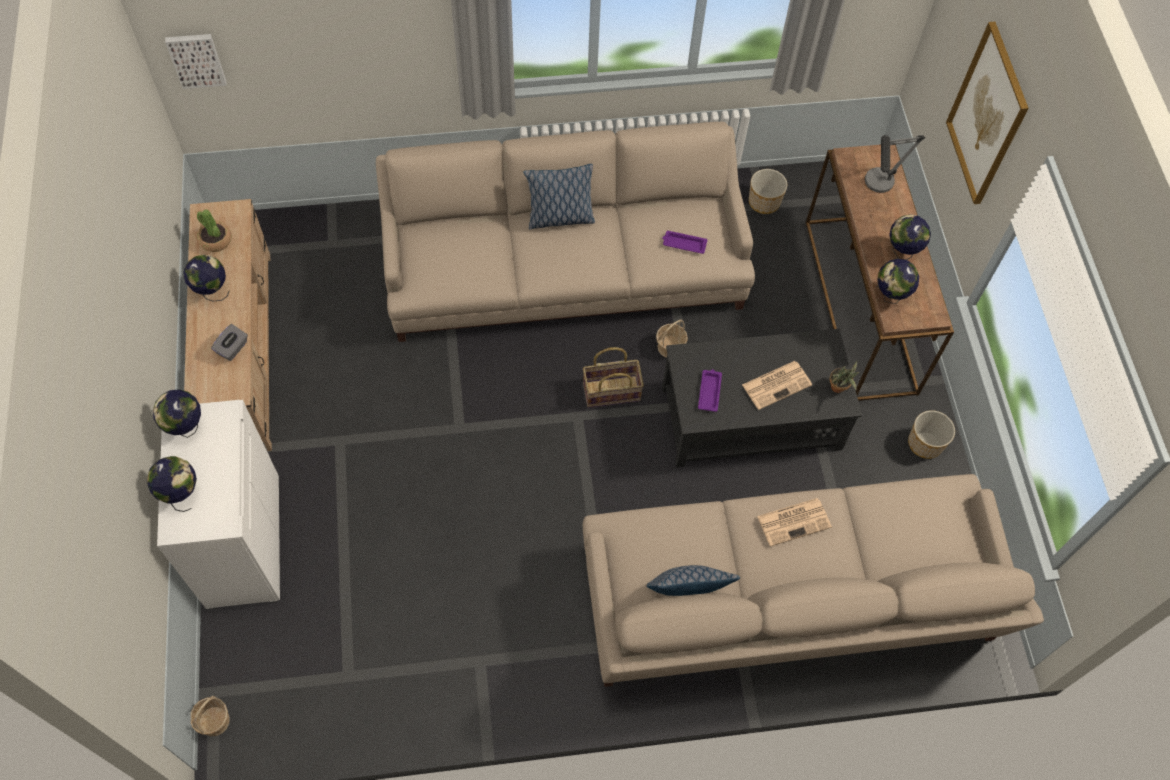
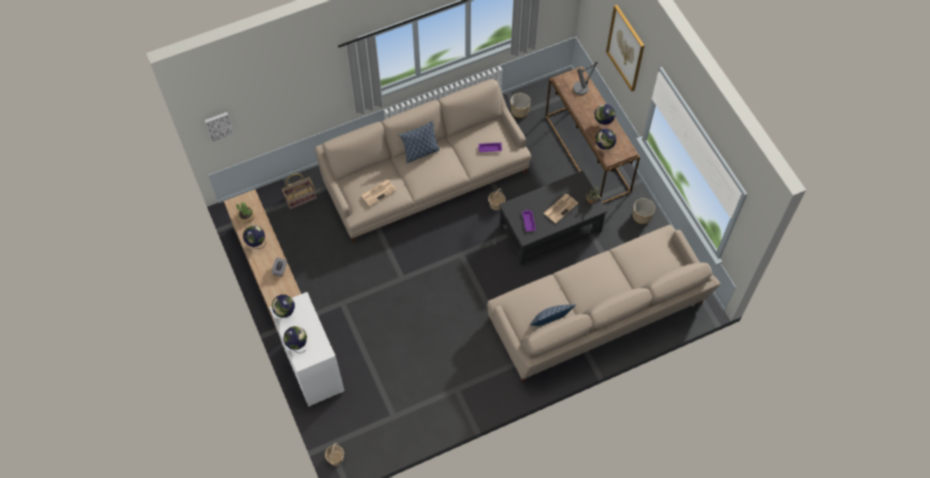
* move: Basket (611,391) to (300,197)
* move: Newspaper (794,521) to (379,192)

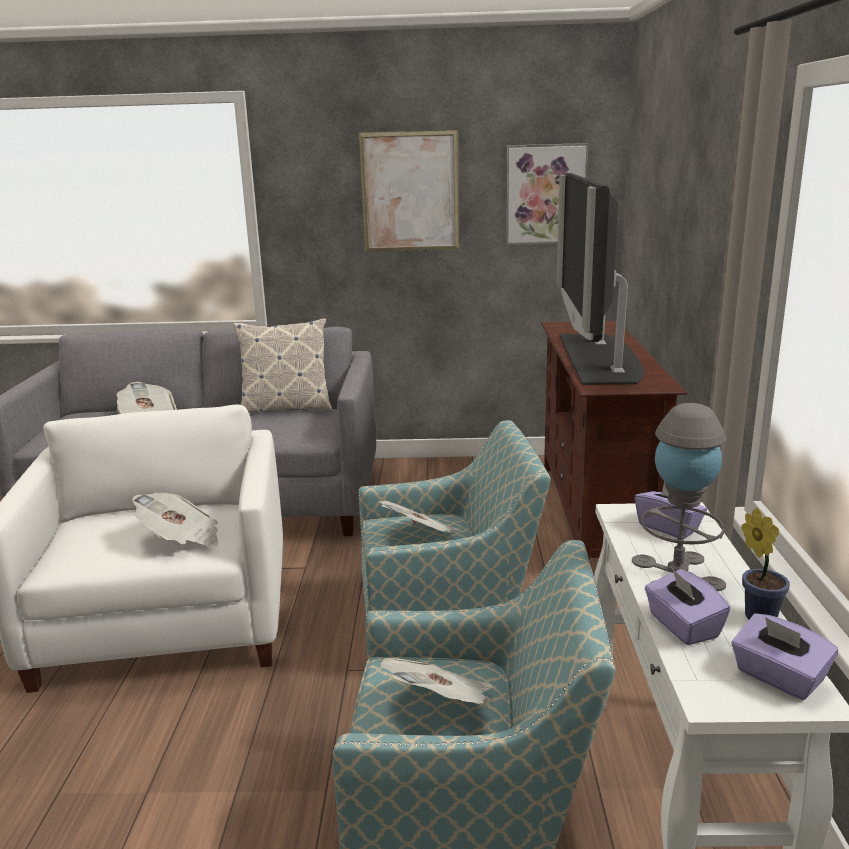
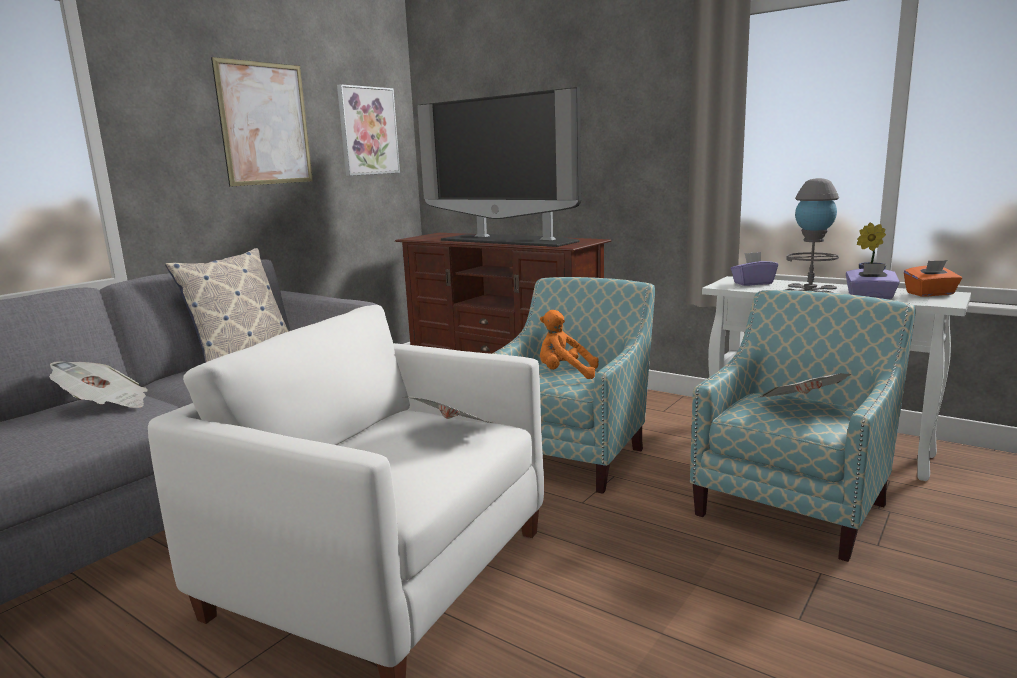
* replace: Newspaper (420,536) to OrangePlushToy (565,374)
* recolor: PurpleTissueBox (778,677) to OrangeTissueBox (930,294)

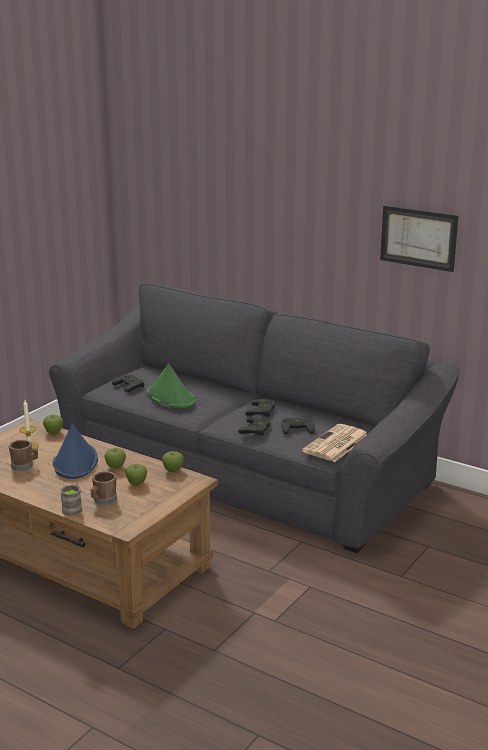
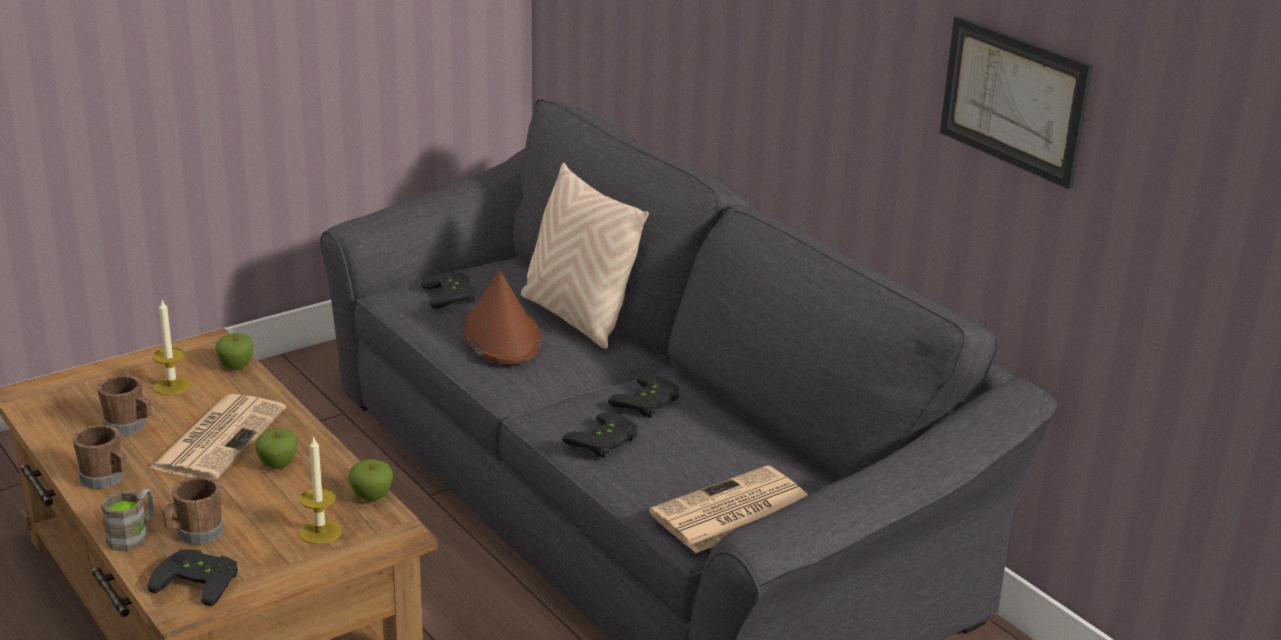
* delete: Apple (136,483)
* insert: BrownMug (106,479)
* insert: Candle (320,532)
* insert: BeigePillow (577,318)
* move: BlackGameController (297,427) to (200,580)
* replace: BlueHat (75,462) to Newspaper (219,437)
* recolor: GreenHat (170,397) to BrownHat (501,336)

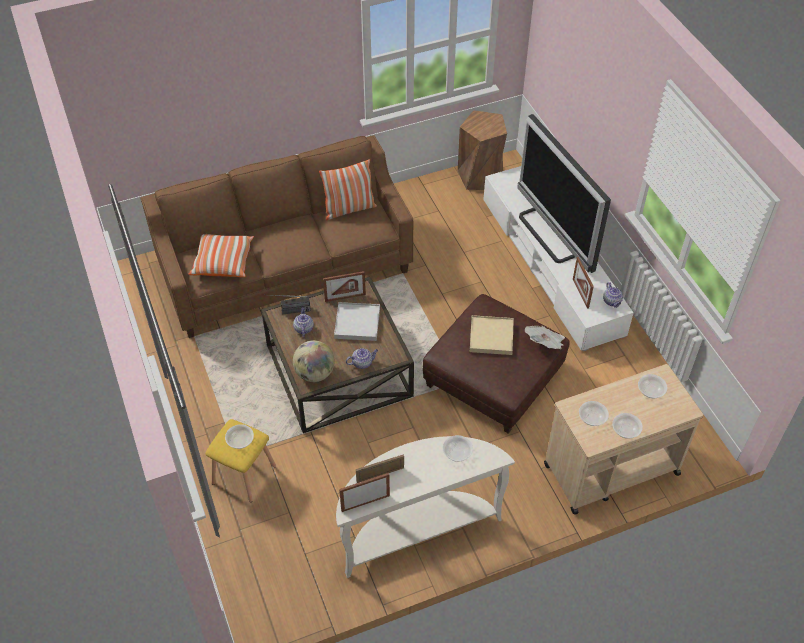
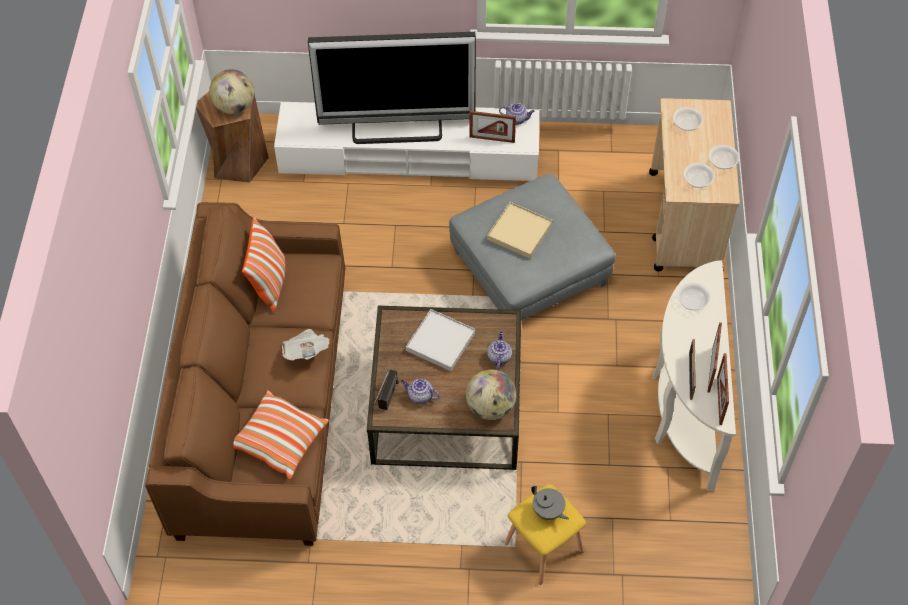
* insert: Globe (234,106)
* move: PictureFrame (345,297) to (711,369)
* move: Newspaper (545,343) to (306,352)
* replace: Bowl (240,441) to GreyTeapot (548,511)
* recolor: BrownOttoman (493,377) to GreyOttoman (529,268)

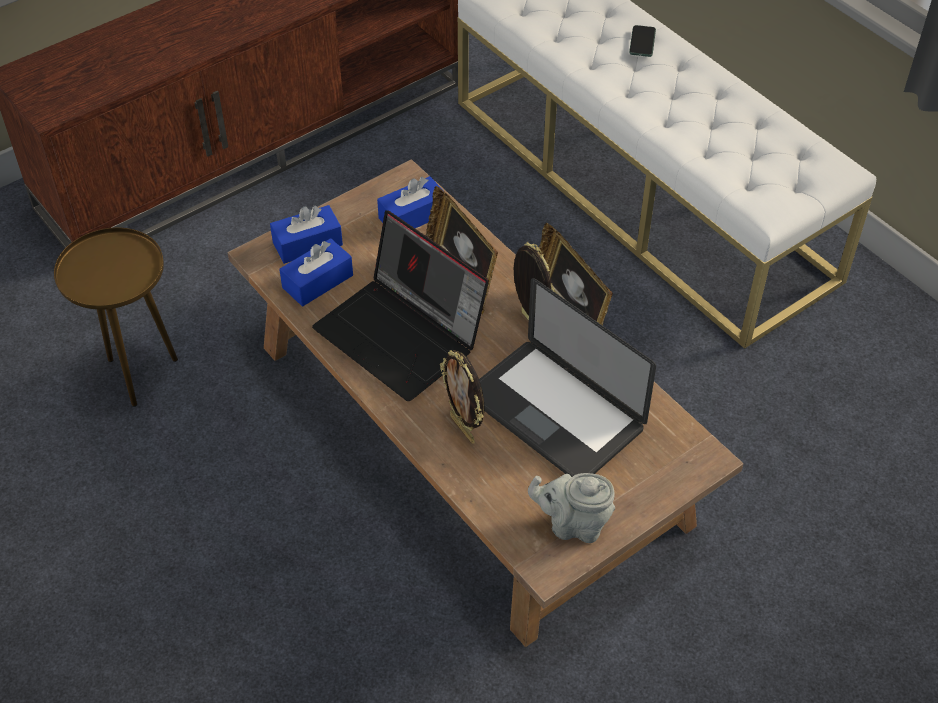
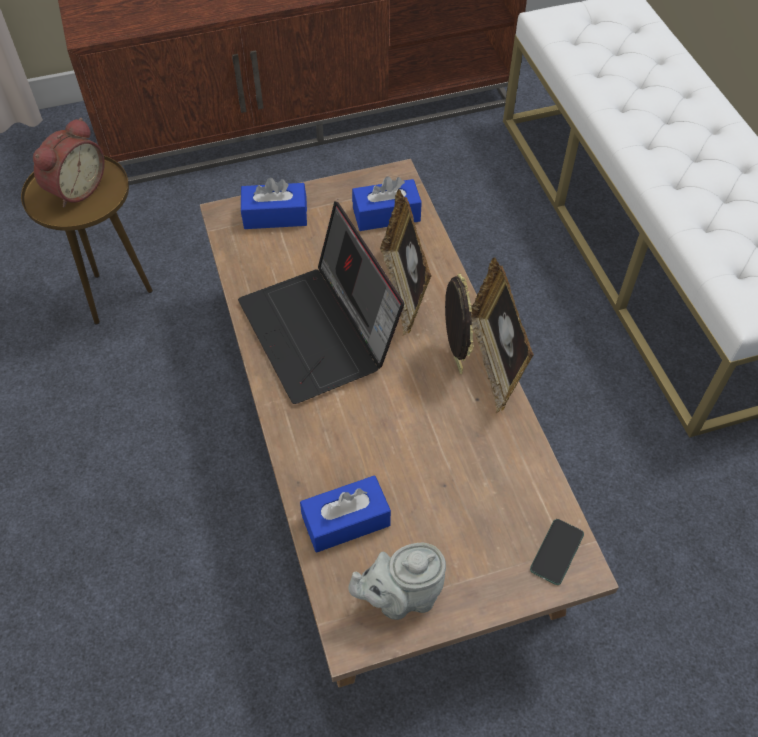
* delete: PictureFrame (463,428)
* delete: Laptop (554,413)
* insert: AlarmClock (75,188)
* move: BlueTissueBox (317,281) to (346,521)
* move: Phone (642,42) to (556,552)
* rotate: GreyTeapot (573,524) = (401,597) 45 degrees counterclockwise

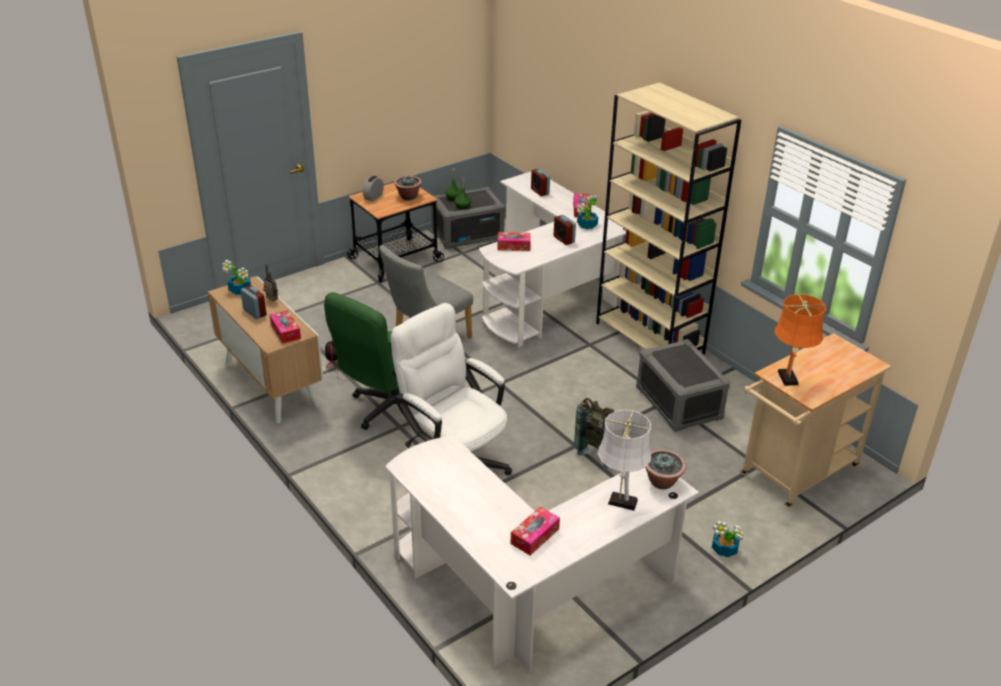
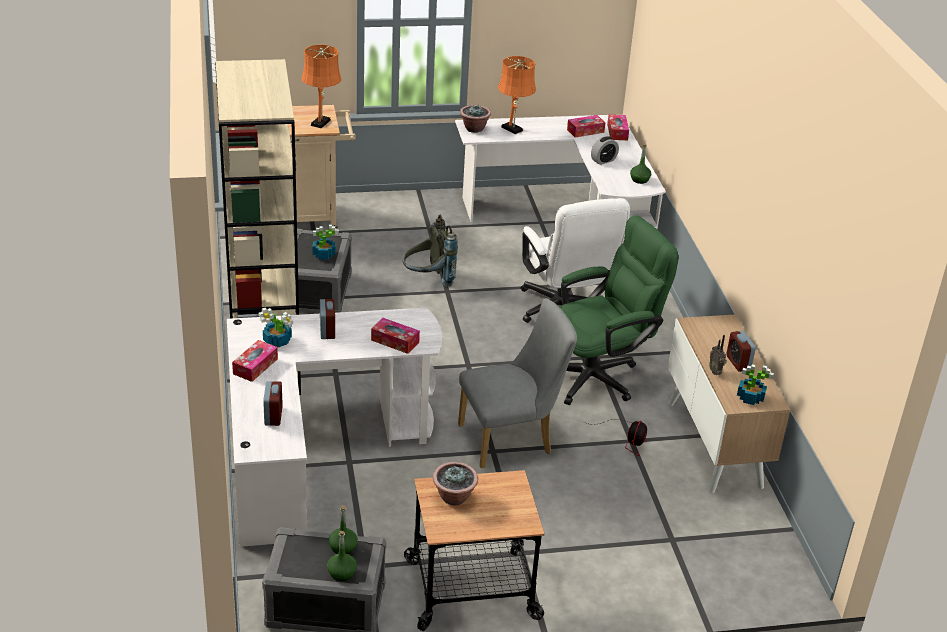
* insert: GreenBottle (639,180)
* move: TissueBox (285,331) to (617,132)
* move: AlarmClock (373,197) to (603,160)
* move: PottedPlant (725,549) to (323,254)
* recolor: WhiteTableLamp (619,501) to OrangeTableLamp (513,129)

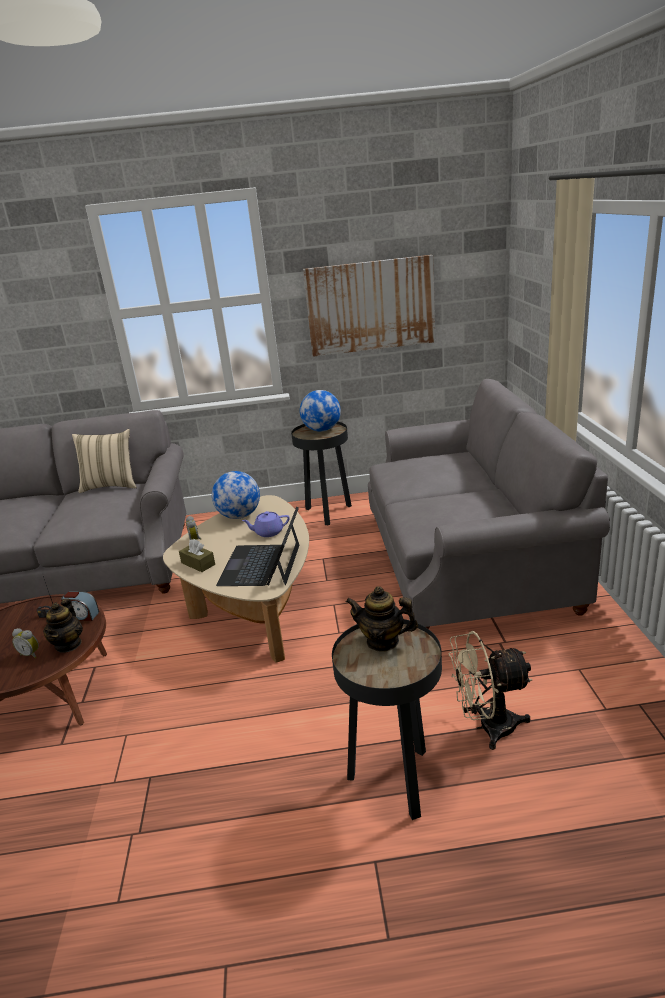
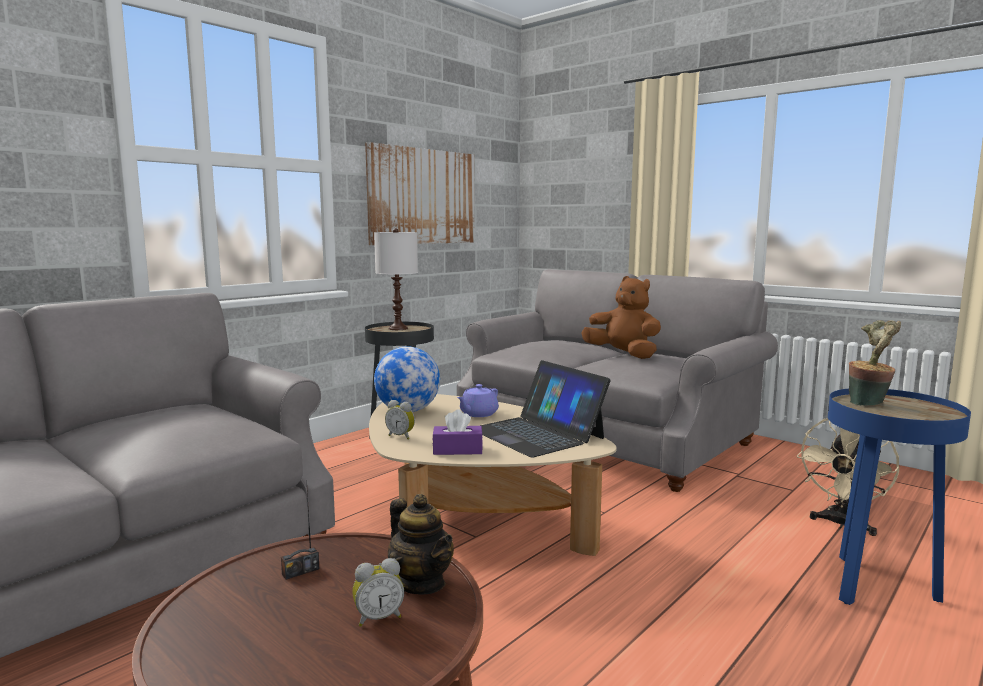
* delete: AlarmClock (82,616)
* delete: BeigePillow (111,486)
* insert: BrownPlushToy (623,355)
* replace: Globe (322,430) to WhiteTableLamp (398,328)
* replace: Teapot (383,641) to PottedPlant (869,404)
* recolor: BrownTissueBox (198,564) to PurpleTissueBox (457,450)
* recolor: BlackSideTable (396,782) to BlueSideTable (876,587)

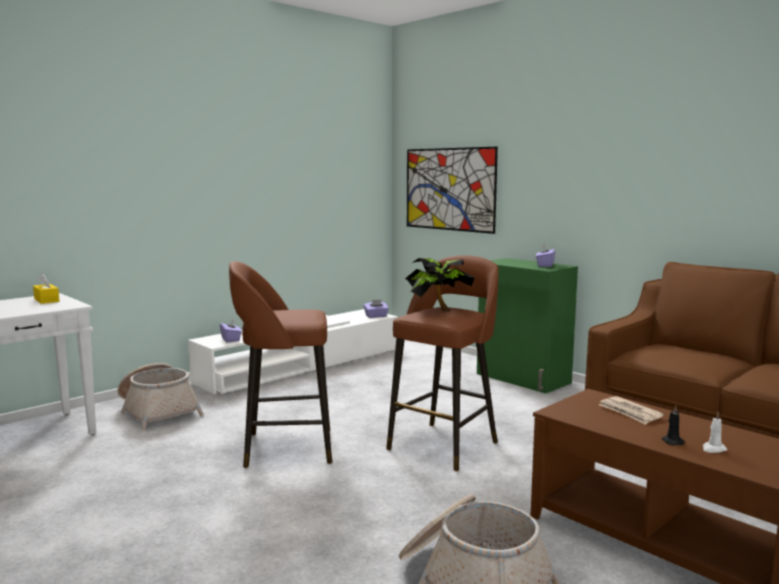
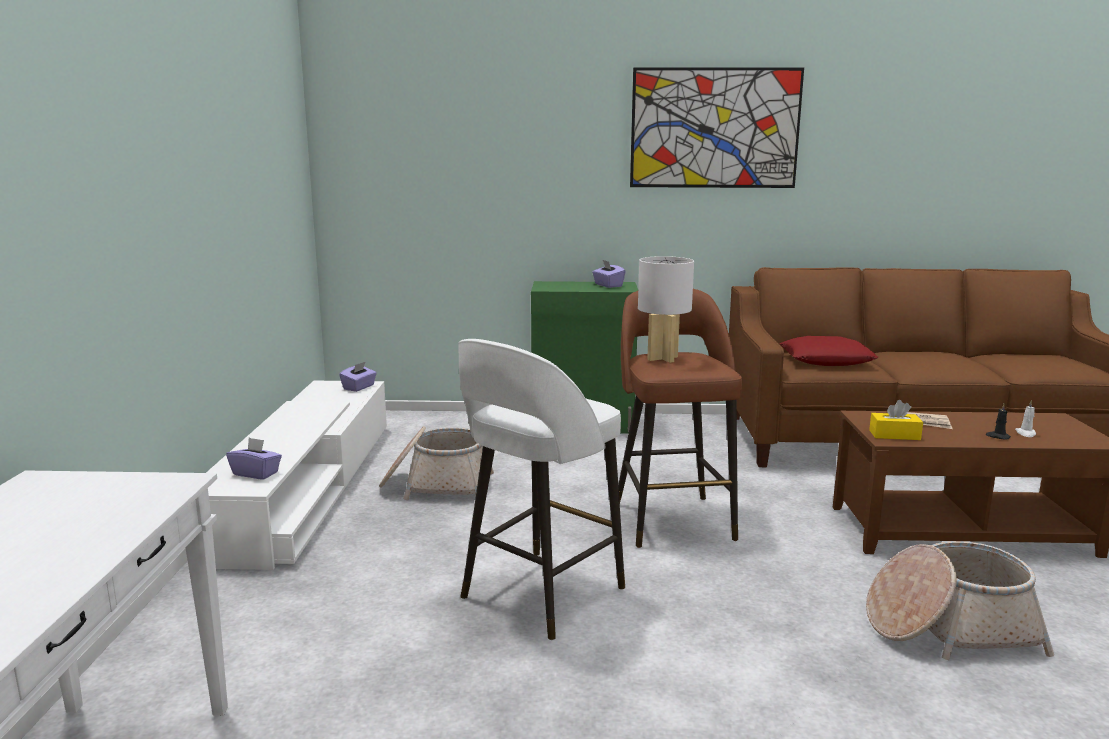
* insert: RedPillow (826,360)
* move: YellowTissueBox (46,300) to (894,435)
* move: Basket (158,411) to (436,485)
* move: Picture (449,189) to (715,128)
* replace: PottedPlant (437,310) to WhiteTableLamp (662,358)
* recolor: BrownStool (285,448) to WhiteStool (539,595)

